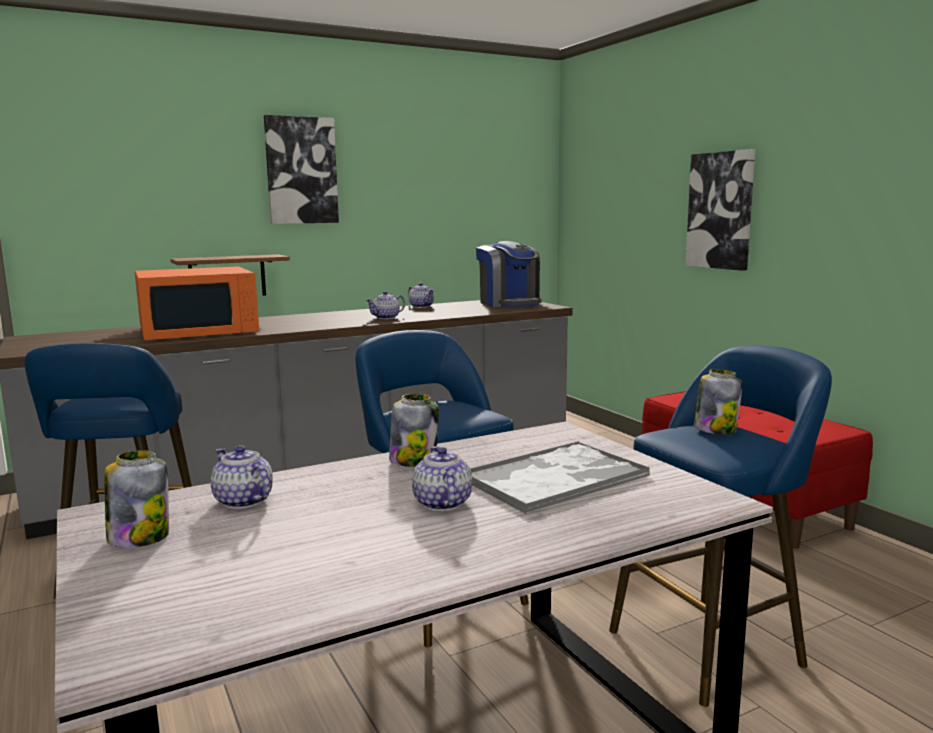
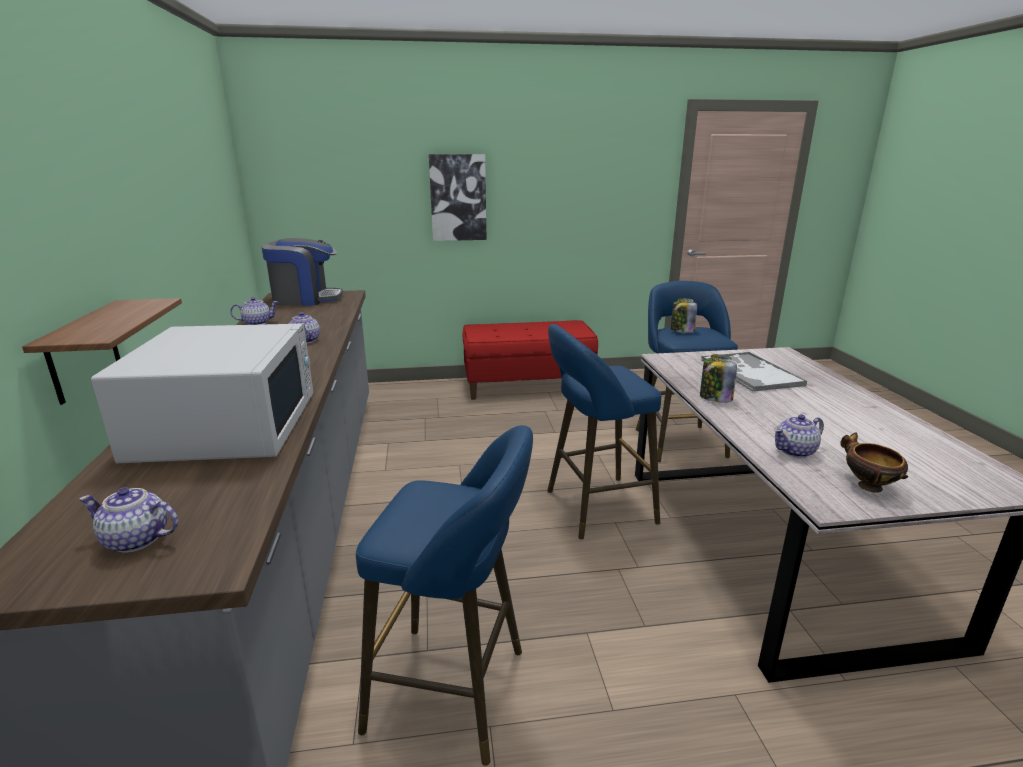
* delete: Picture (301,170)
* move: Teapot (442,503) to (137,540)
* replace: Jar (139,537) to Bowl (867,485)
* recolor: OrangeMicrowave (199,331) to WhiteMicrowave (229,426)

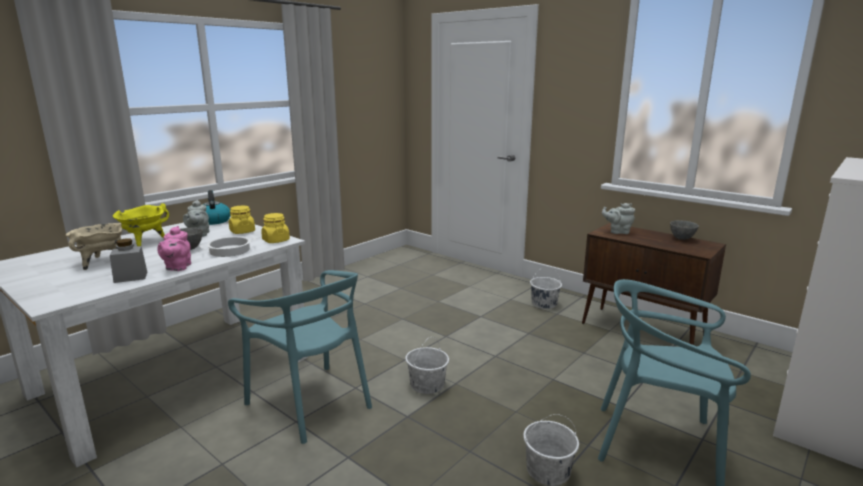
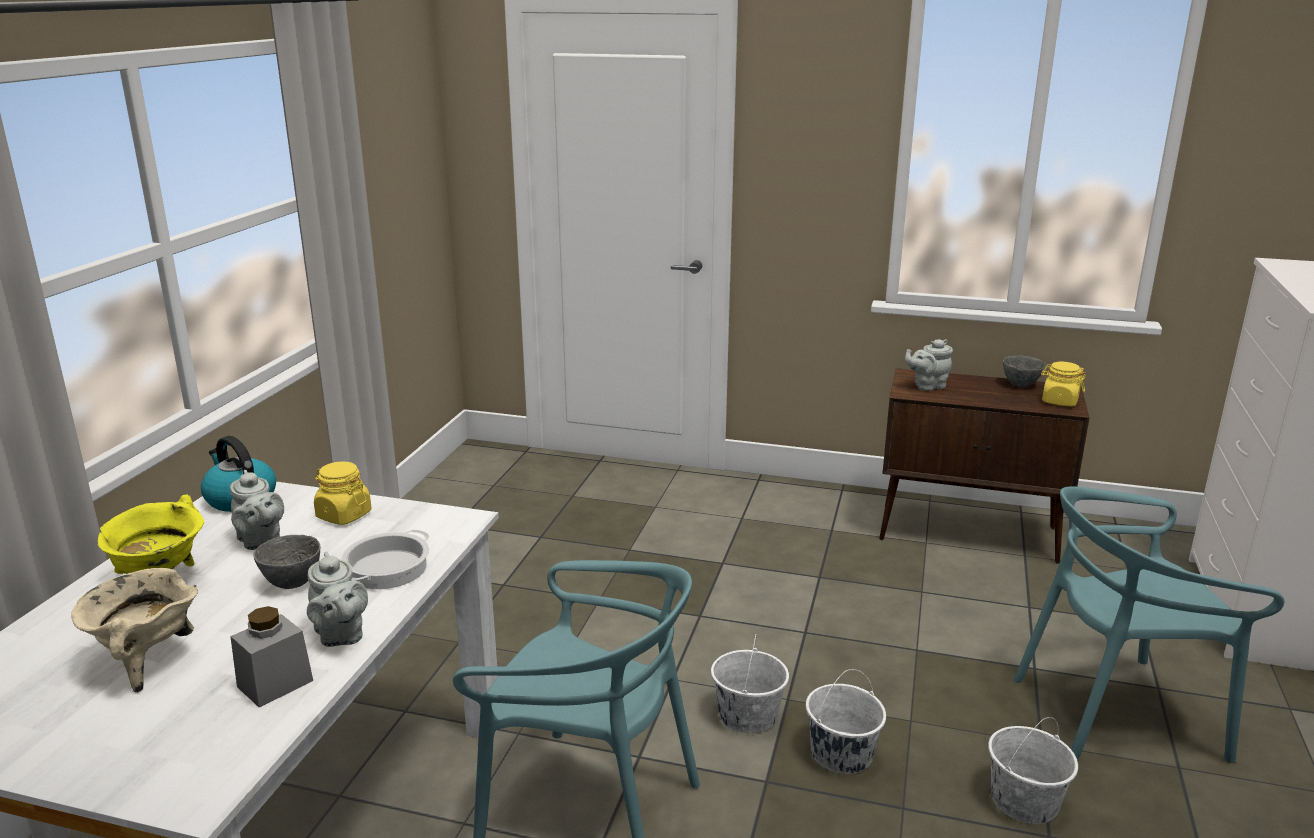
* move: YellowJar (276,240) to (1059,401)
* move: WhiteBucket (544,303) to (841,753)
* recolor: PinkTeapot (177,267) to GreyTeapot (340,635)

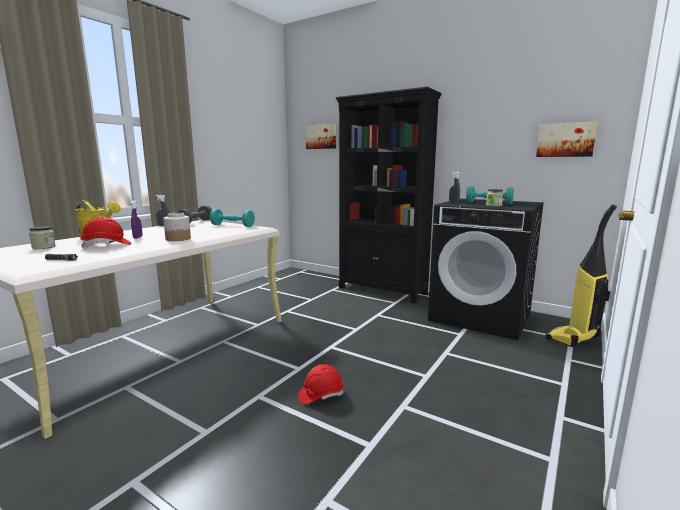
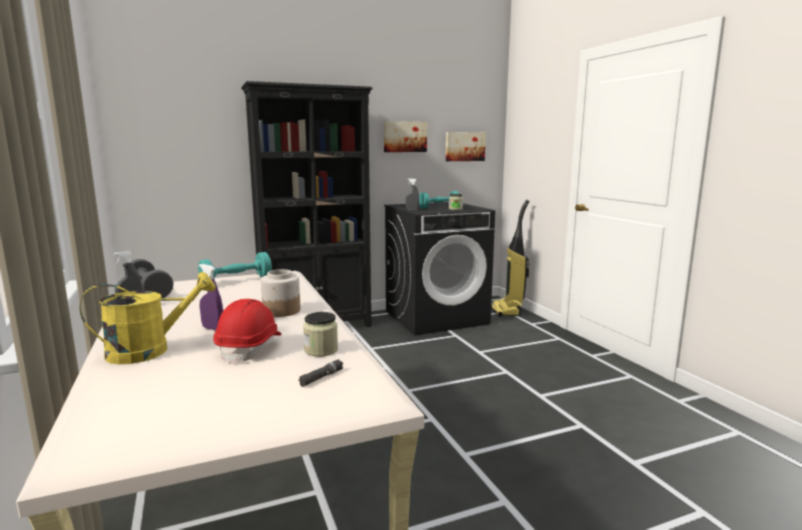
* delete: RedHardHat (320,395)
* move: Jar (44,247) to (321,350)
* move: Picture (321,137) to (404,137)

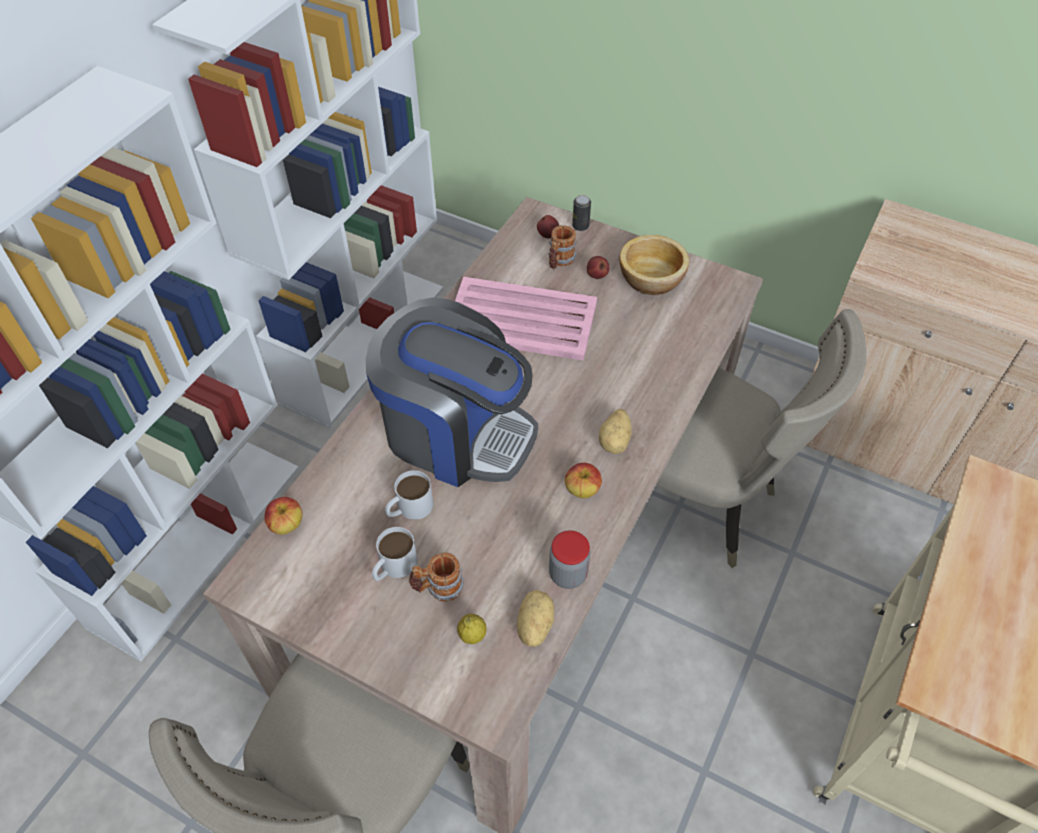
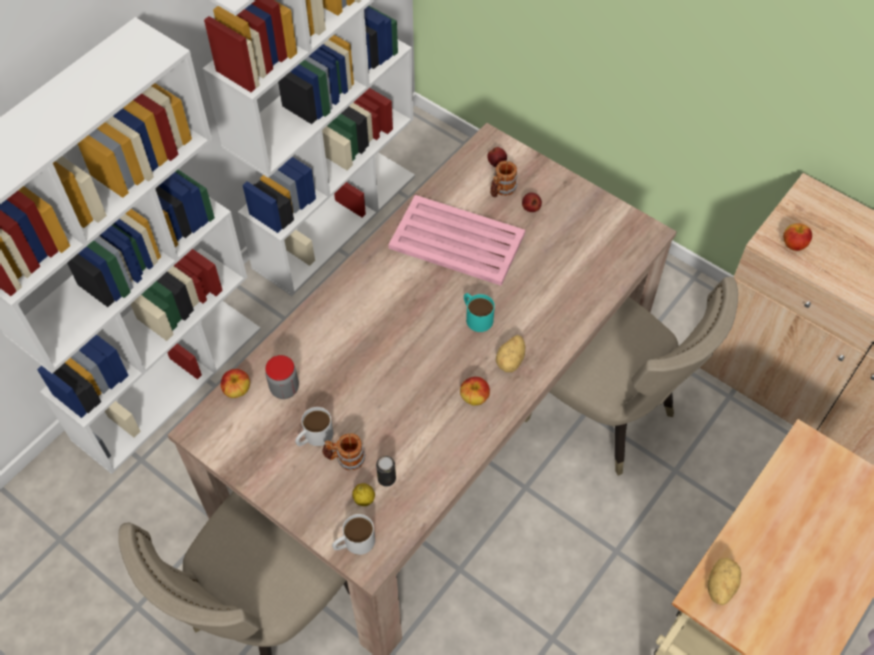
* delete: CoffeeMachine (456,432)
* delete: Bowl (652,279)
* insert: TurquoiseMug (476,316)
* insert: Apple (794,245)
* move: WhiteMug (409,508) to (353,543)
* move: Potato (533,626) to (719,586)
* move: Jar (568,574) to (284,388)
* move: Can (580,226) to (386,478)

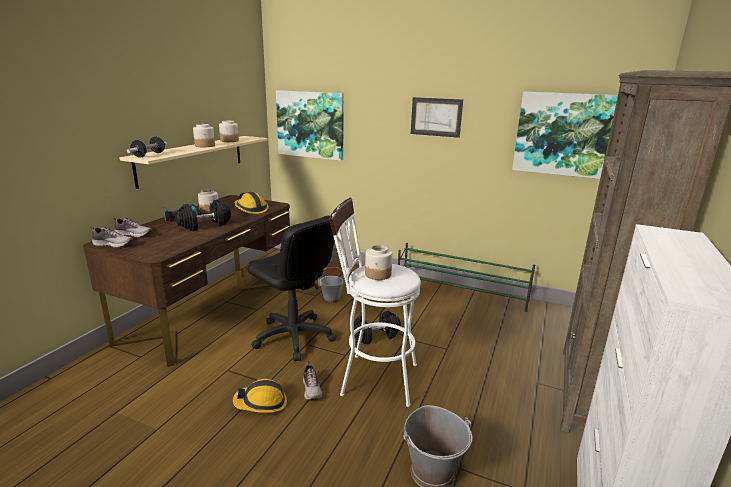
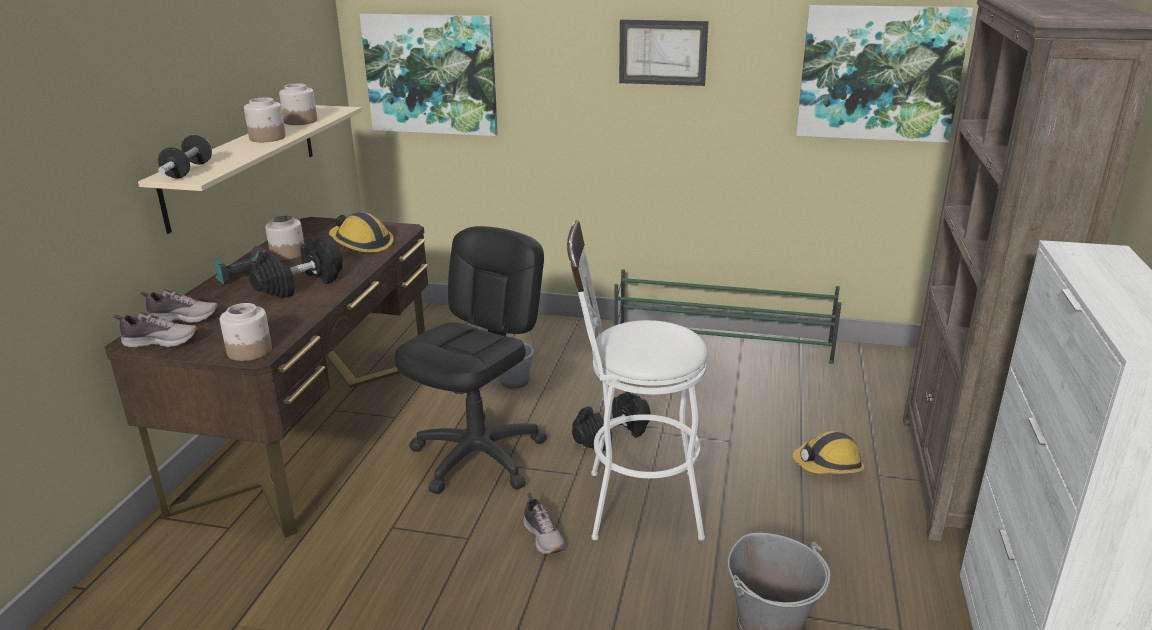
* move: HardHat (261,403) to (828,465)
* move: Jar (378,274) to (250,351)
* rotate: BlackOfficeChair (294,337) = (479,456) 90 degrees counterclockwise

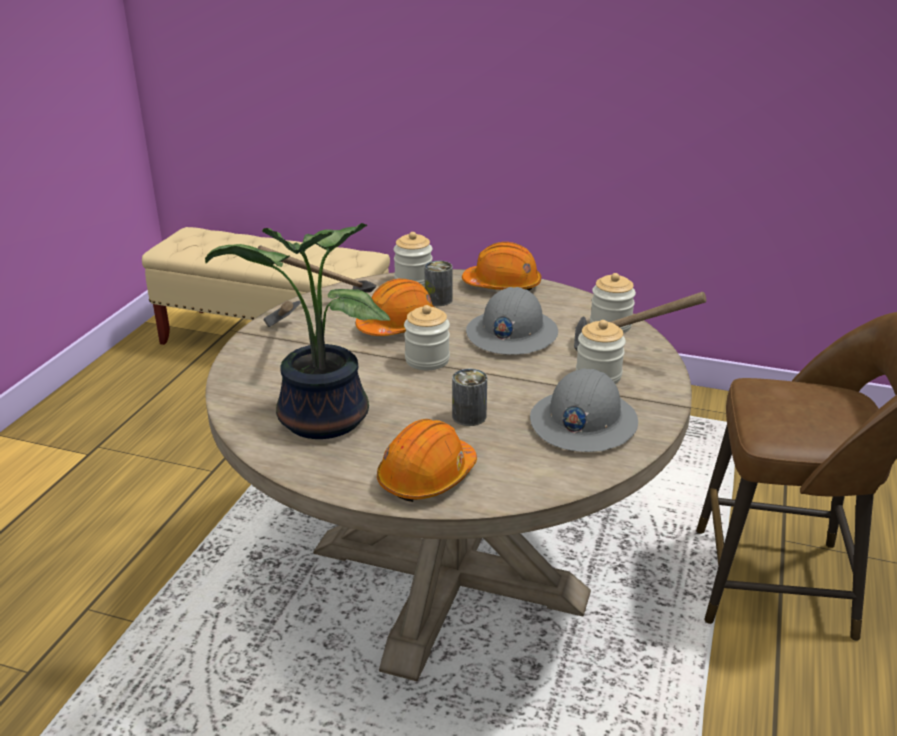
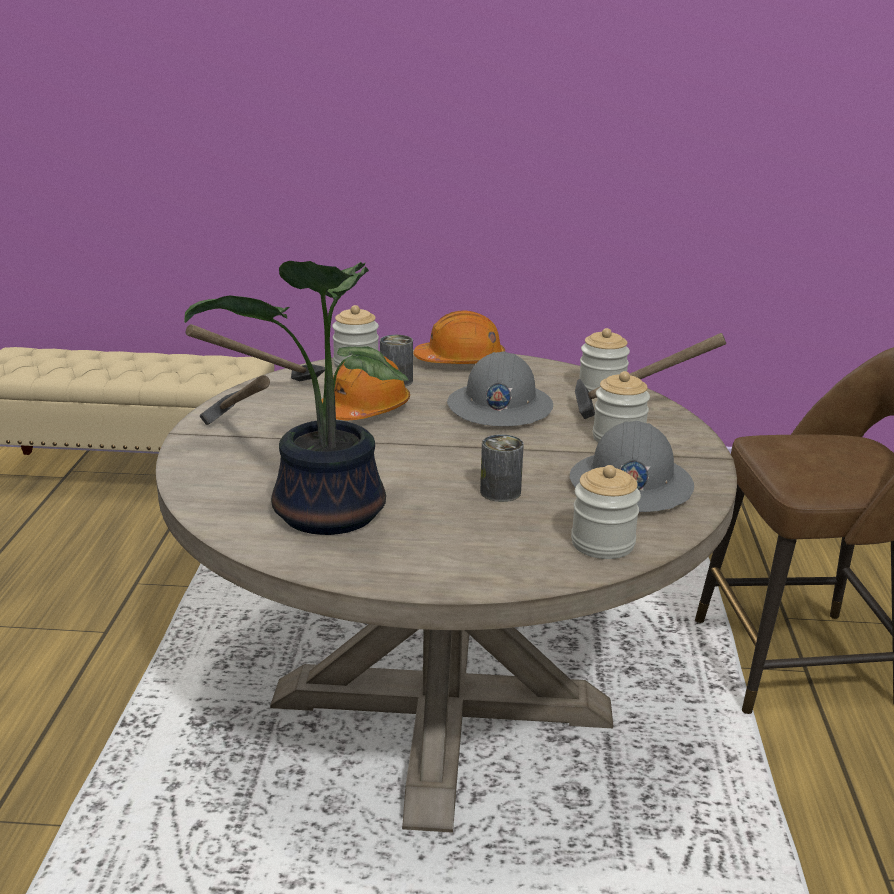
* delete: OrangeHardHat (427,477)
* move: Jar (427,360) to (602,544)

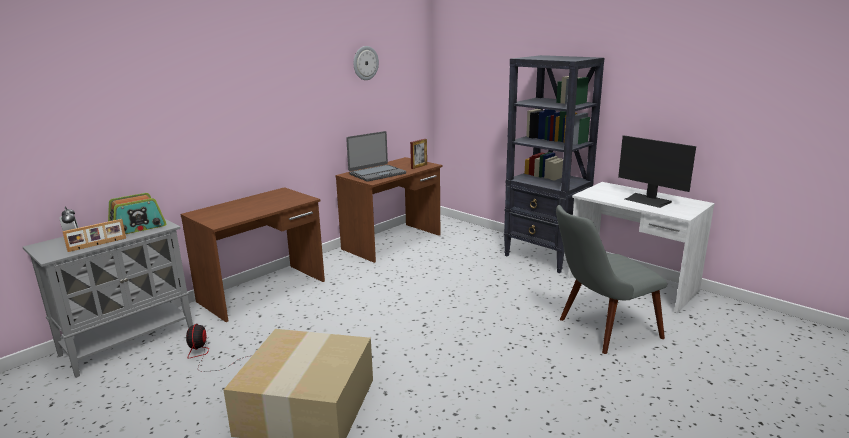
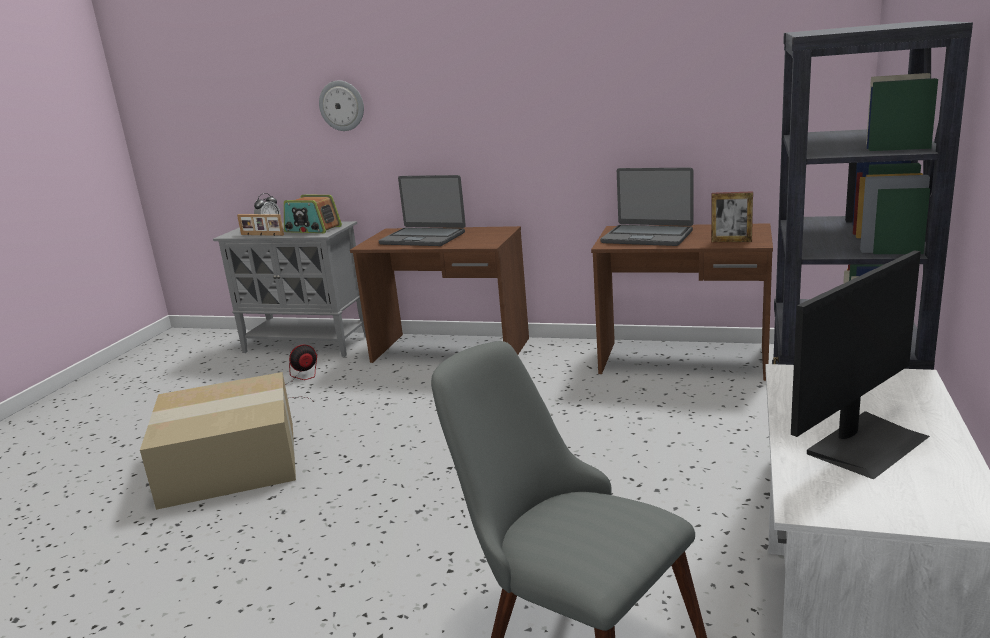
* insert: Laptop (423,238)
* move: WallClock (365,63) to (342,105)
* rotate: Monitor (648,200) = (865,443) 150 degrees counterclockwise

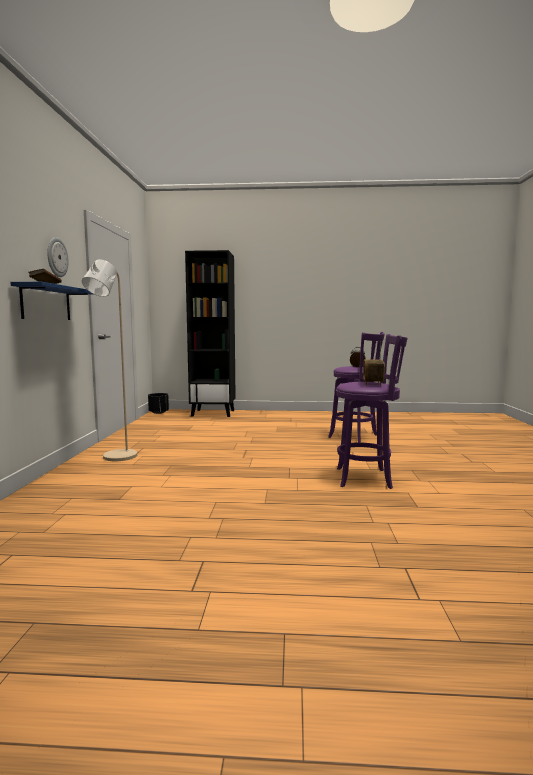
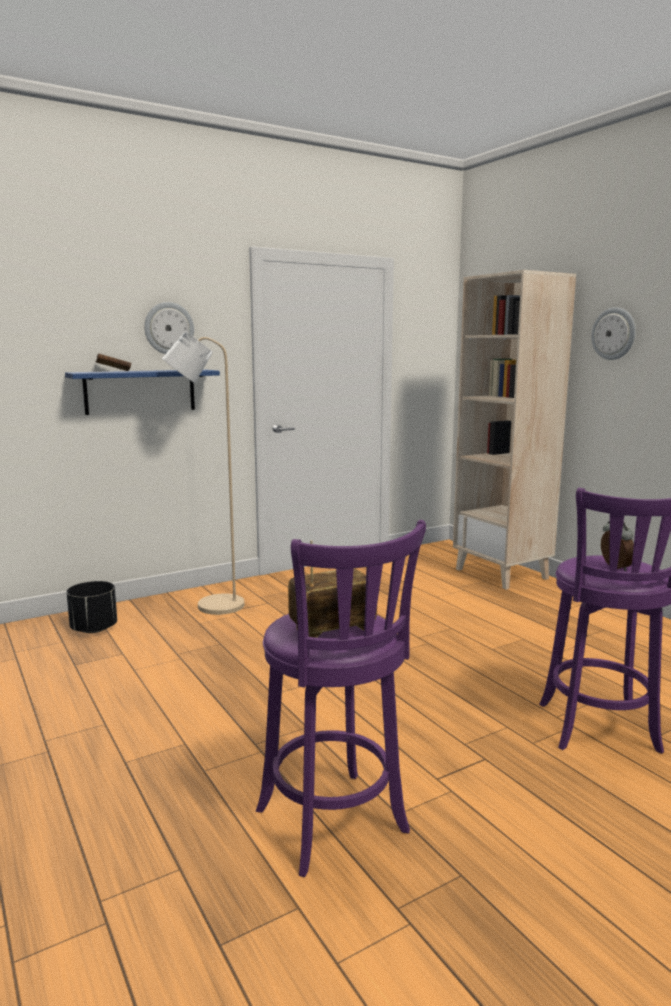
* insert: WallClock (614,333)
* move: BlackPlanter (159,413) to (94,629)
* recolor: BlackBookcase (213,413) to BeigeBookcase (502,574)

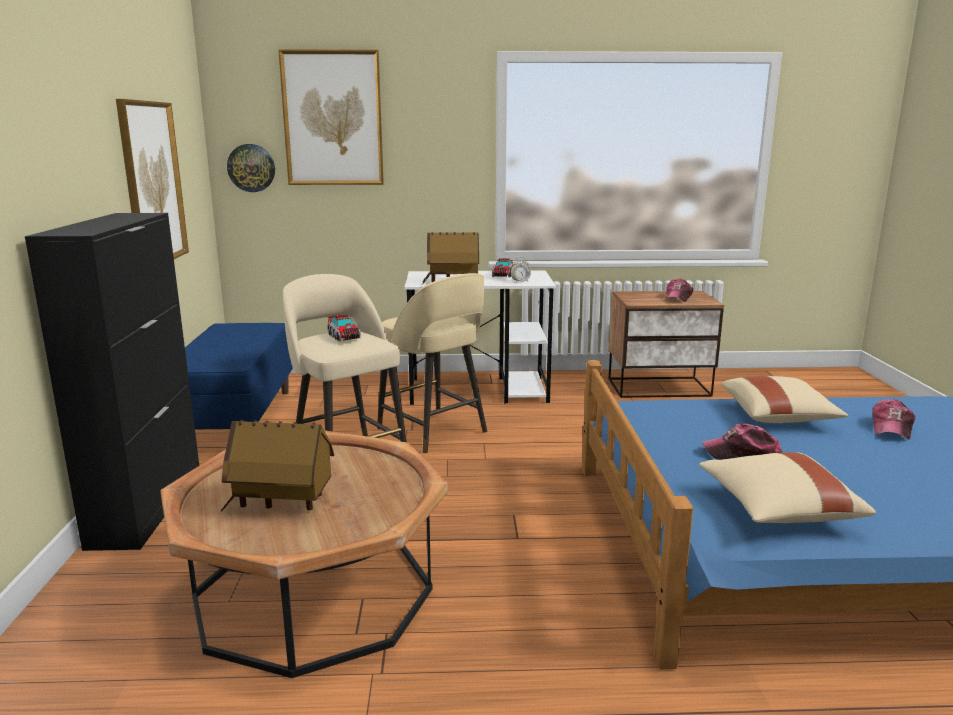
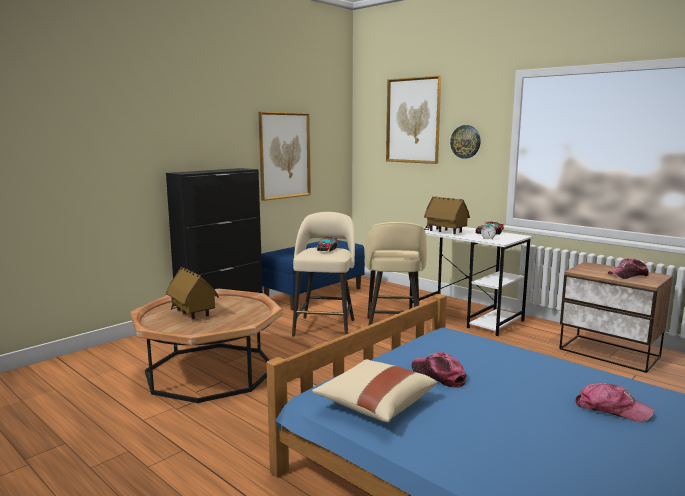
* delete: BeigePillow (778,417)
* move: WallClock (251,168) to (465,141)
* rotate: Cap (892,428) = (612,409) 135 degrees counterclockwise

